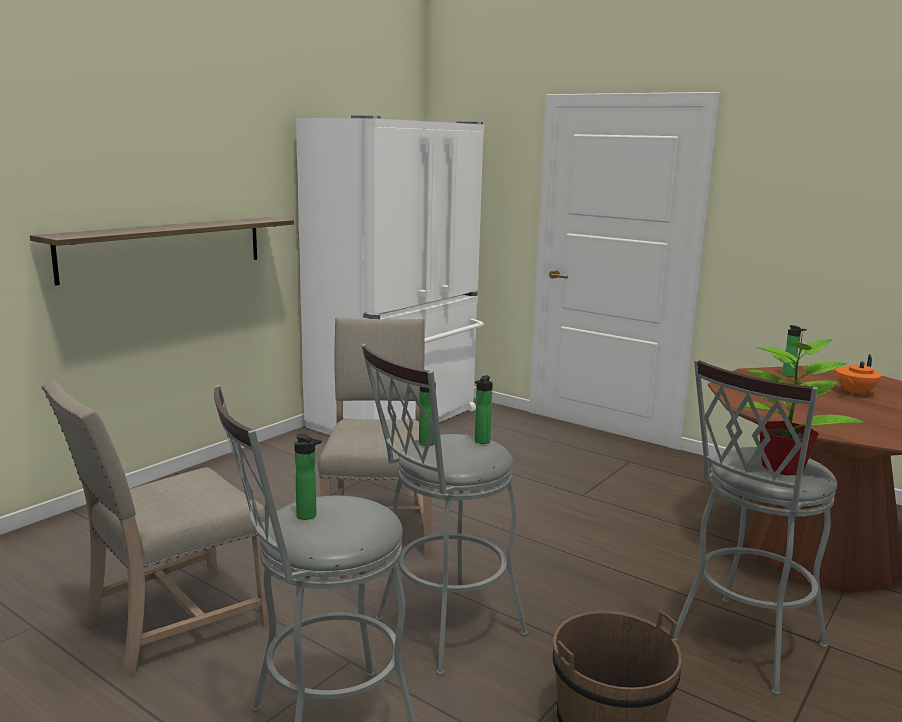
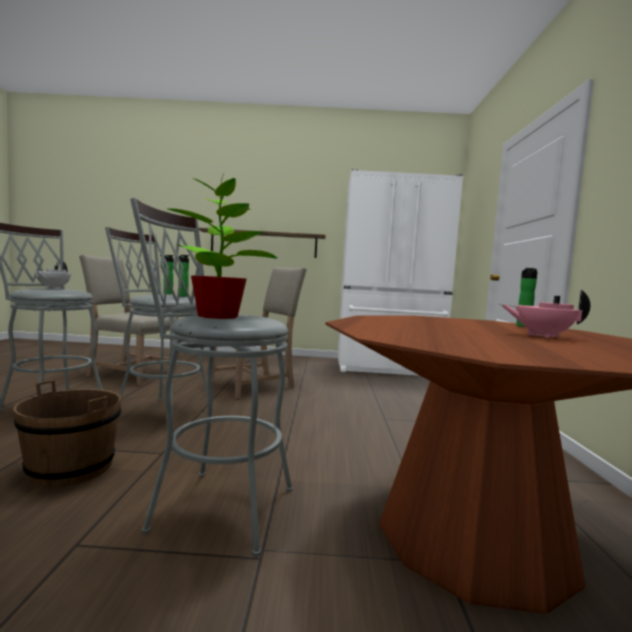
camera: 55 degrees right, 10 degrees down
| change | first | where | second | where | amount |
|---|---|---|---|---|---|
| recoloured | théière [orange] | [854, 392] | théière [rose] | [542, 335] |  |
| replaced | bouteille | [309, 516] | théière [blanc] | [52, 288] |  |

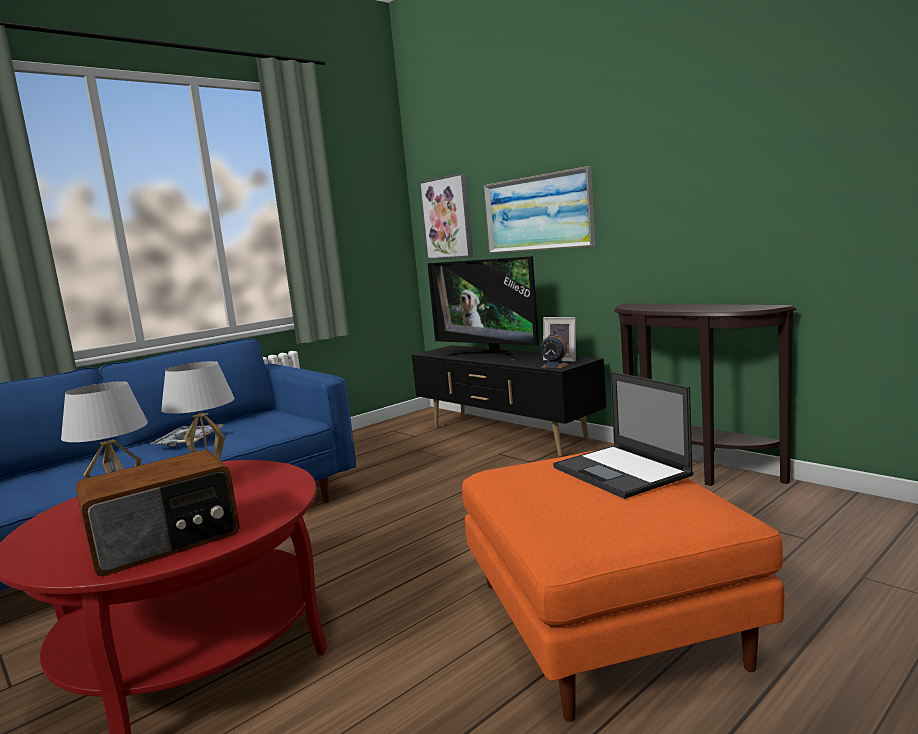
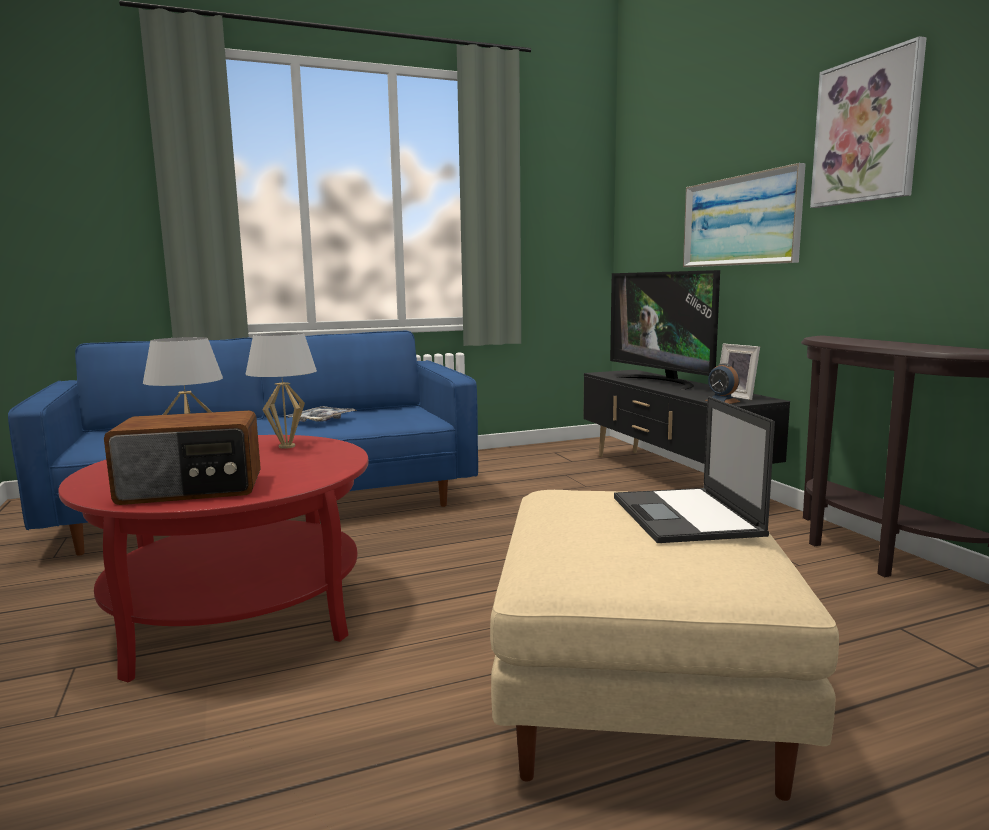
camera: 20 degrees right, 0 degrees up
| change | first | where | second | where | amount |
|---|---|---|---|---|---|
| moved | tableau | [447, 218] |  | [866, 130] |  |
| recoloured | pouf [orange] | [607, 624] | pouf [beige] | [640, 694] |  |

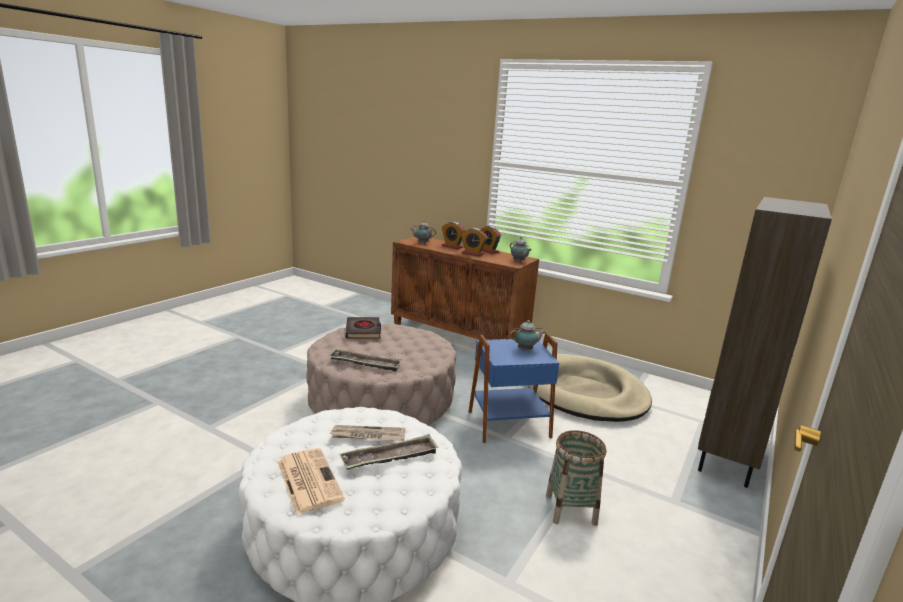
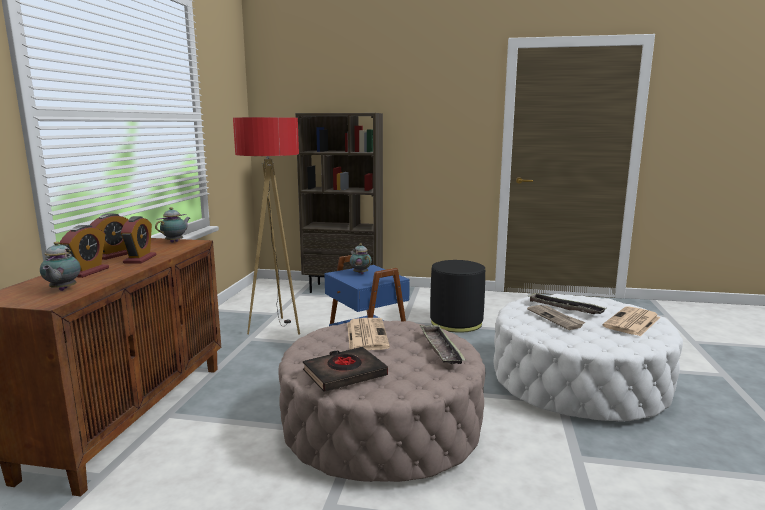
camera: 110 degrees left, 5 degrees down
| change | first | where | second | where | amount |
|---|---|---|---|---|---|
| replaced | panier pour chien [beige] | [585, 393] | lampadaire | [276, 328] |  |
| replaced | panier | [571, 509] | pouf [noir] | [456, 322] |  |
| added |  |  | journal | [366, 335] |  |

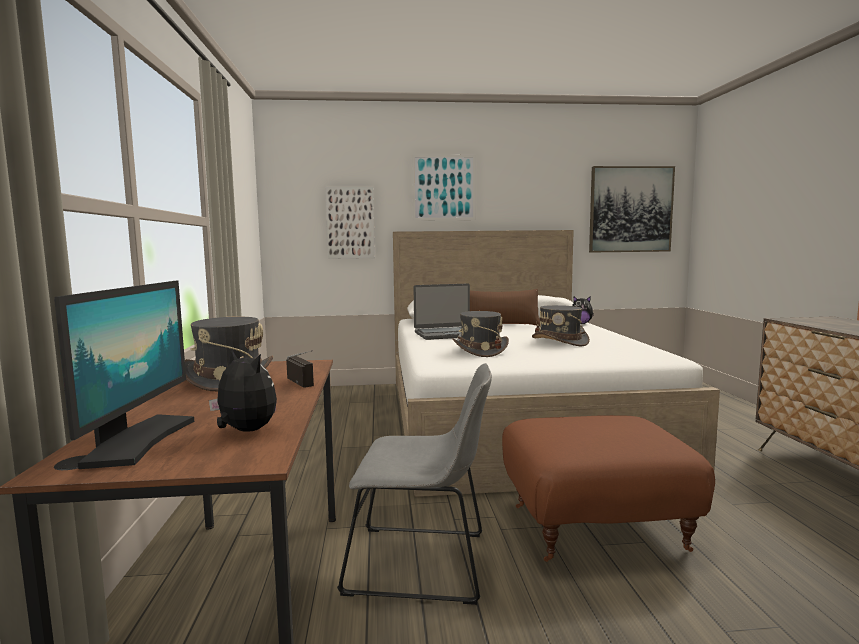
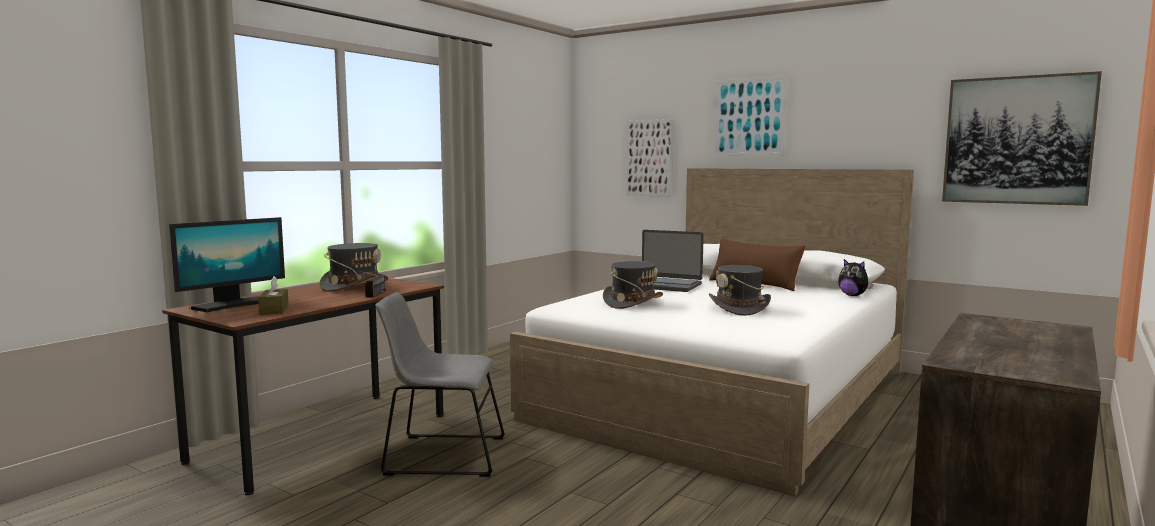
camera: 40 degrees right, 0 degrees up
| change | first | where | second | where | amount |
|---|---|---|---|---|---|
| replaced | peluche | [245, 431] | boîte à mouchoirs [marron] | [274, 310] |  |
| turned | chaise [gris] | [424, 563] |  | [440, 455] | 135 degrees clockwise |
| removed | pouf [marron] | [595, 526] |  |  |  |

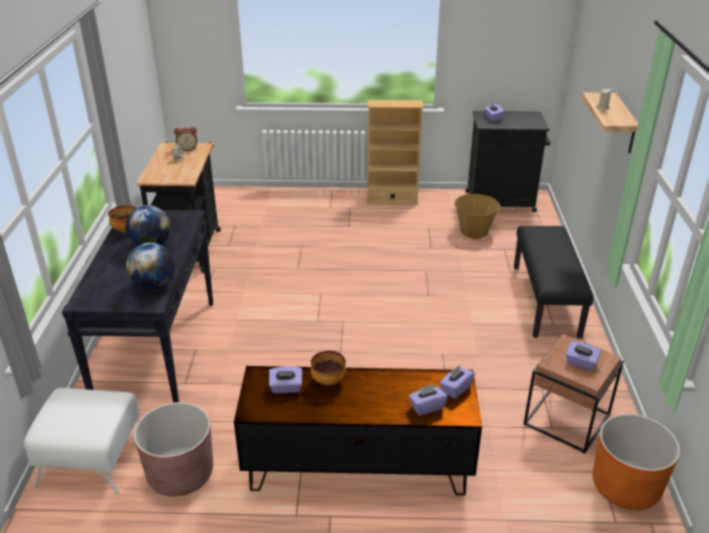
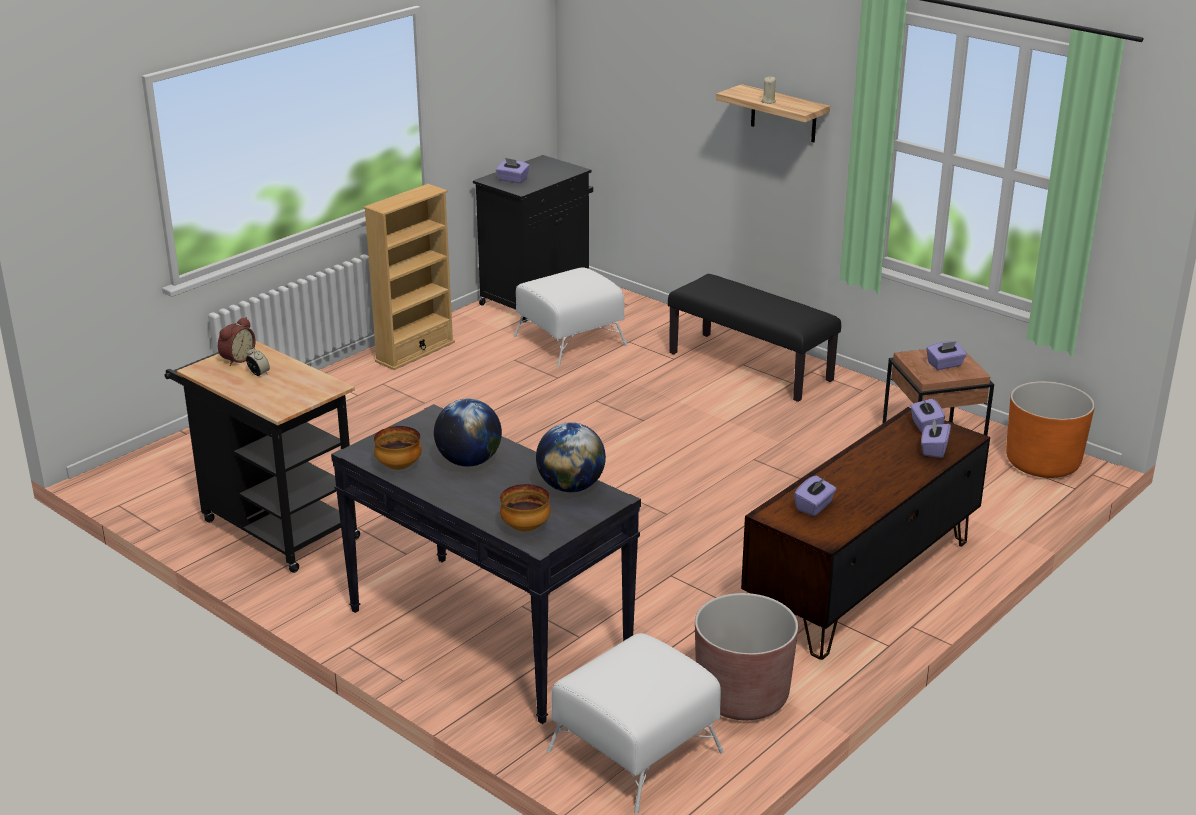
camera: 50 degrees left, 5 degrees down
| change | first | where | second | where | amount |
|---|---|---|---|---|---|
| replaced | panier | [474, 232] | pouf [blanc] | [569, 340] |  |
| moved | bol | [328, 381] |  | [525, 528] |  |

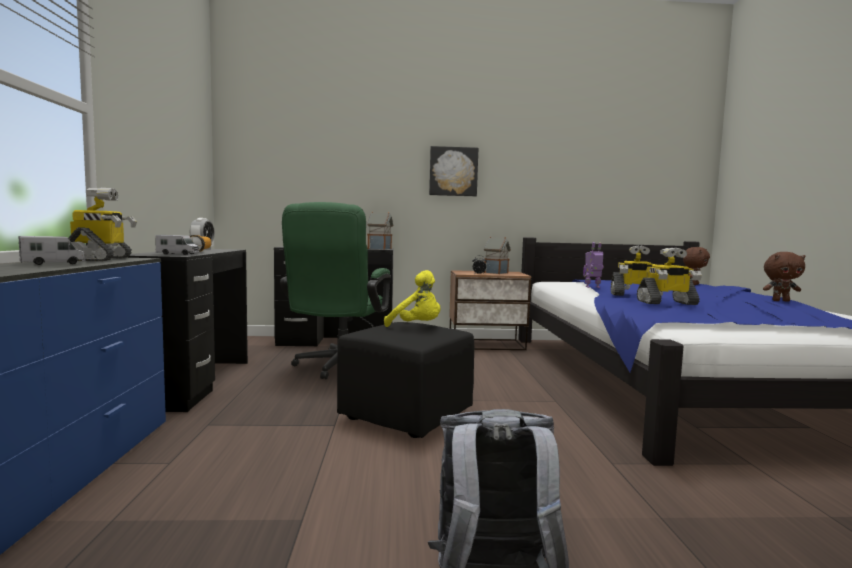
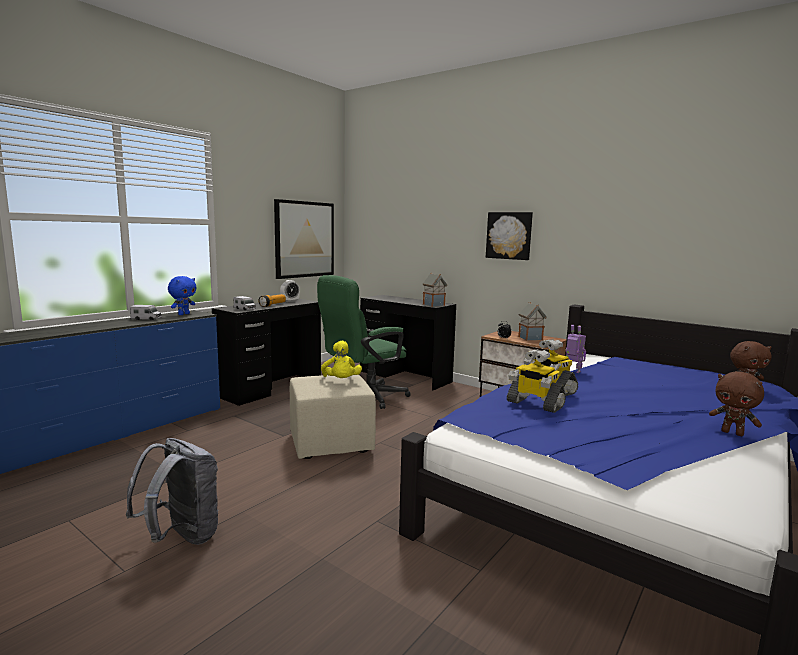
camera: 40 degrees right, 5 degrees up
| change | first | where | second | where | amount |
|---|---|---|---|---|---|
| replaced | robot jouet | [100, 259] | peluche [bleu] | [183, 314] |  |
| recoloured | pouf [noir] | [407, 415] | pouf [beige] | [331, 443] |  |
| added |  |  | tableau | [304, 239] |  |

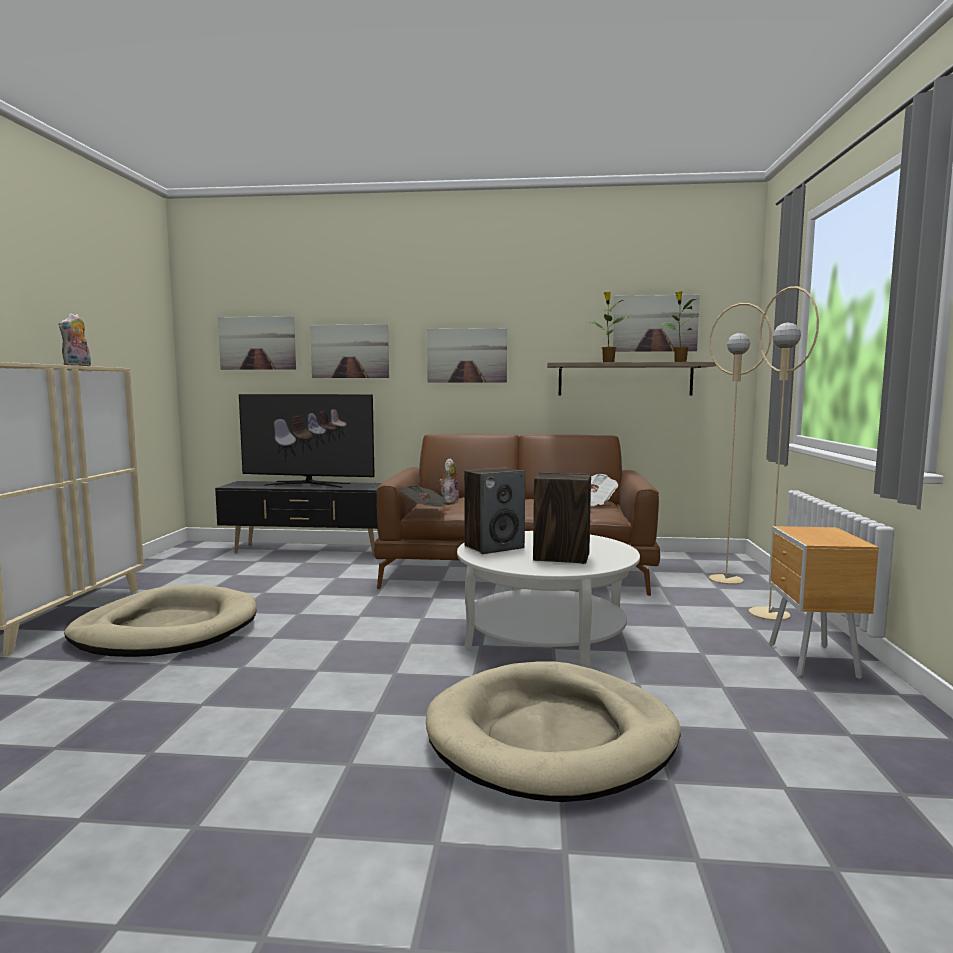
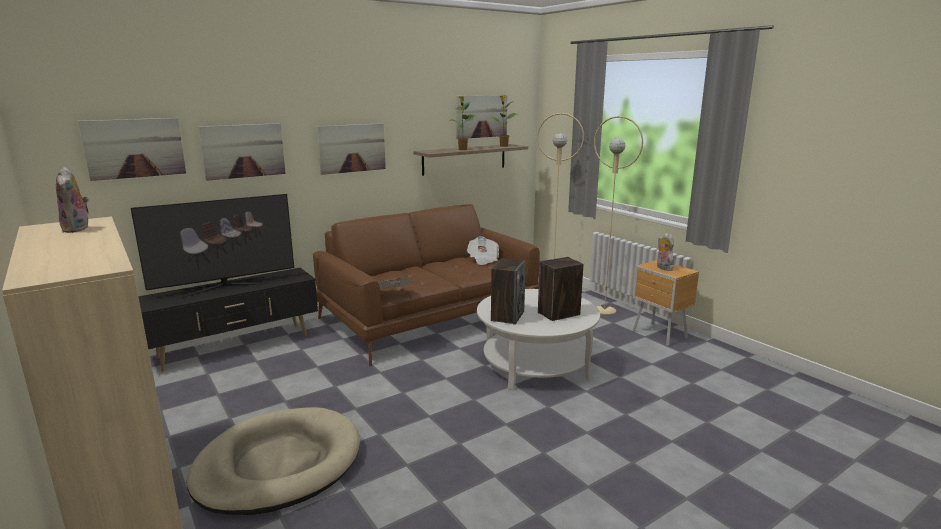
camera: 40 degrees left, 10 degrees up
| change | first | where | second | where | amount |
|---|---|---|---|---|---|
| moved | peluche | [449, 501] |  | [663, 268] |  |
| removed | panier pour chien [beige] | [552, 737] |  |  |  |

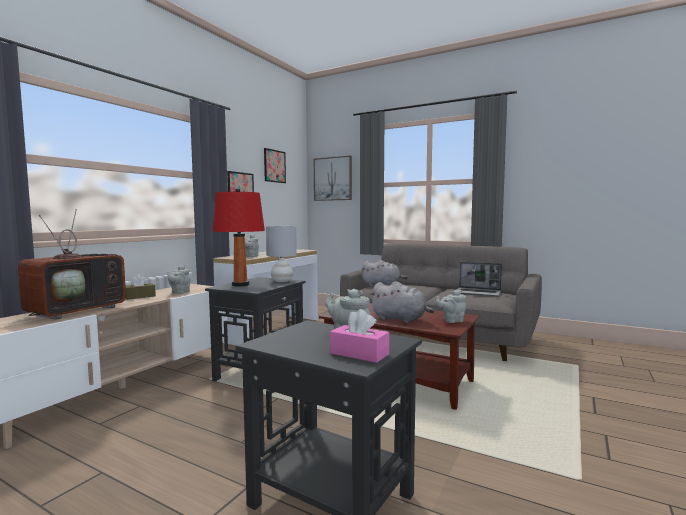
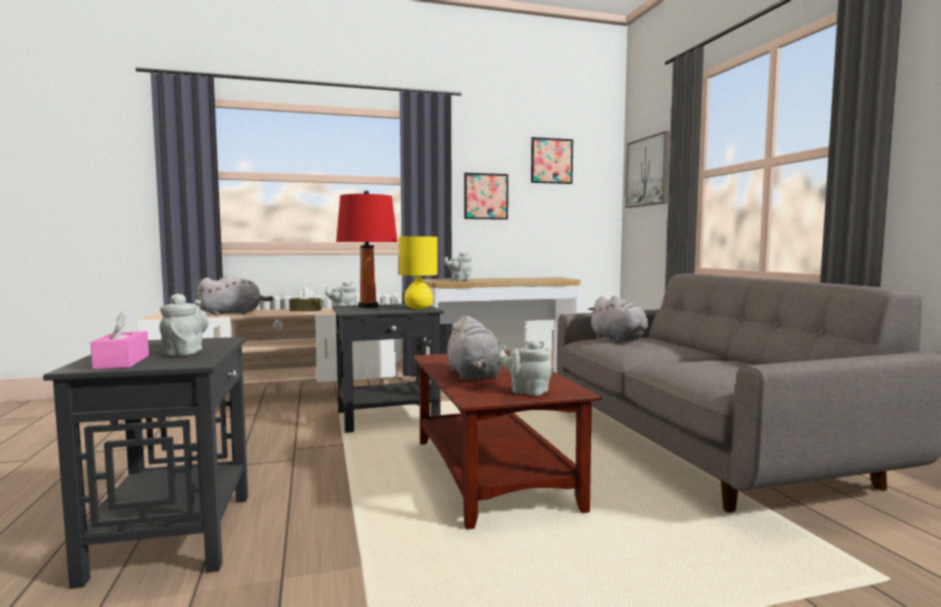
camera: 45 degrees right, 0 degrees up
| change | first | where | second | where | amount |
|---|---|---|---|---|---|
| replaced | téléviseur | [78, 310] | peluche [gris] | [234, 313] |  |
| recoloured | lampe de table [gris] | [281, 281] | lampe de table [jaune] | [418, 308] |  |
| removed | ordinateur portable | [478, 293] |  |  |  |

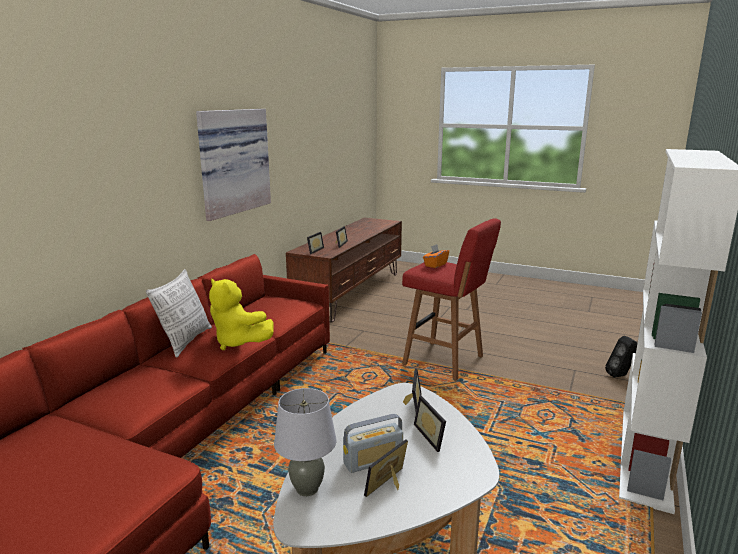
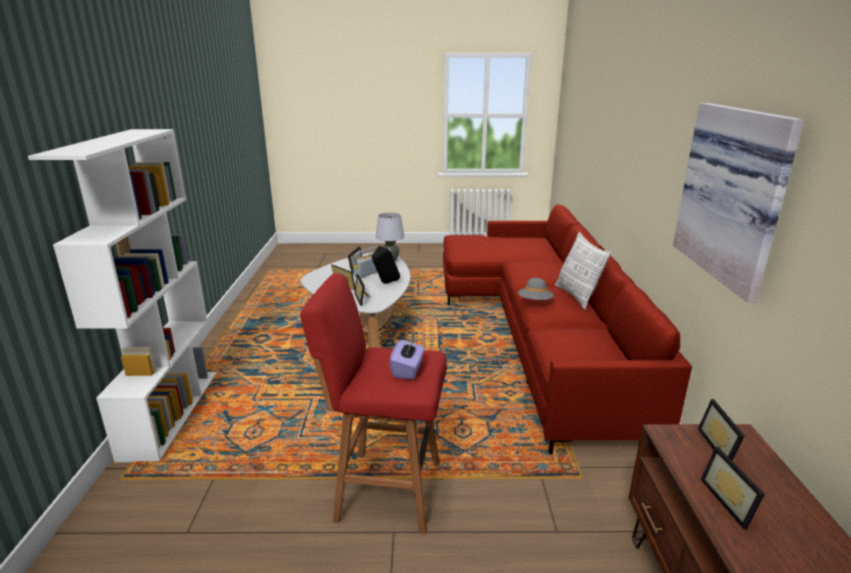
camera: 155 degrees right, 5 degrees up
| change | first | where | second | where | amount |
|---|---|---|---|---|---|
| recoloured | boîte à mouchoirs [orange] | [435, 265] | boîte à mouchoirs [violet] | [408, 370] |  |
| replaced | peluche [jaune] | [238, 342] | chapeau [gris] | [535, 302] |  |
| moved | enceinte [noir] | [621, 375] |  | [385, 283] |  |

